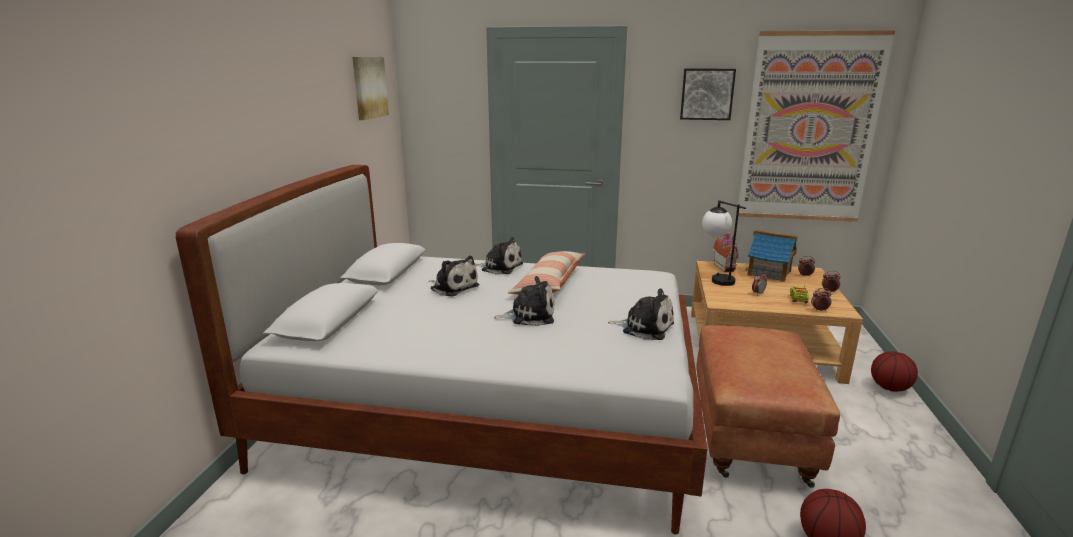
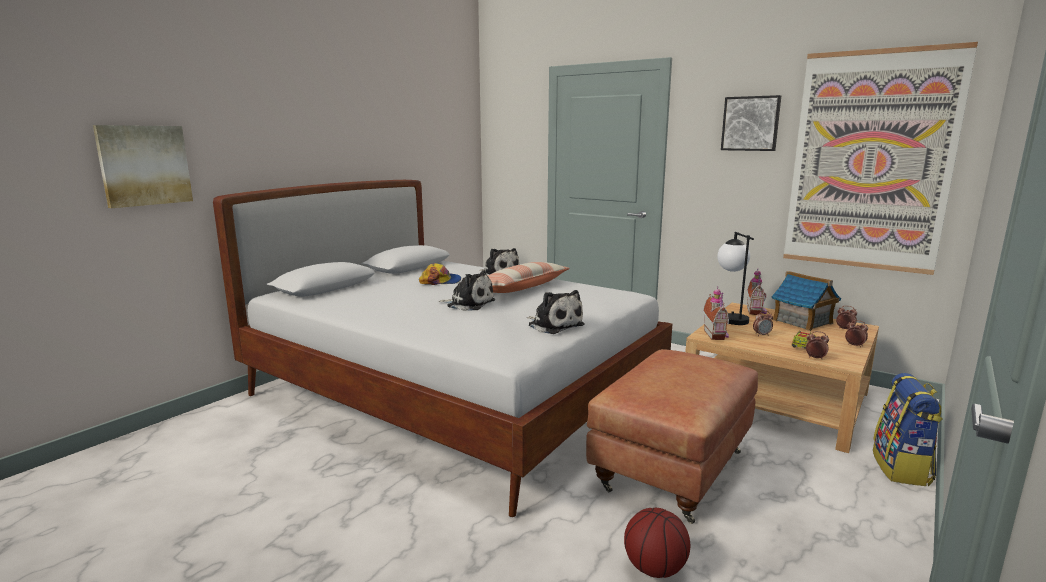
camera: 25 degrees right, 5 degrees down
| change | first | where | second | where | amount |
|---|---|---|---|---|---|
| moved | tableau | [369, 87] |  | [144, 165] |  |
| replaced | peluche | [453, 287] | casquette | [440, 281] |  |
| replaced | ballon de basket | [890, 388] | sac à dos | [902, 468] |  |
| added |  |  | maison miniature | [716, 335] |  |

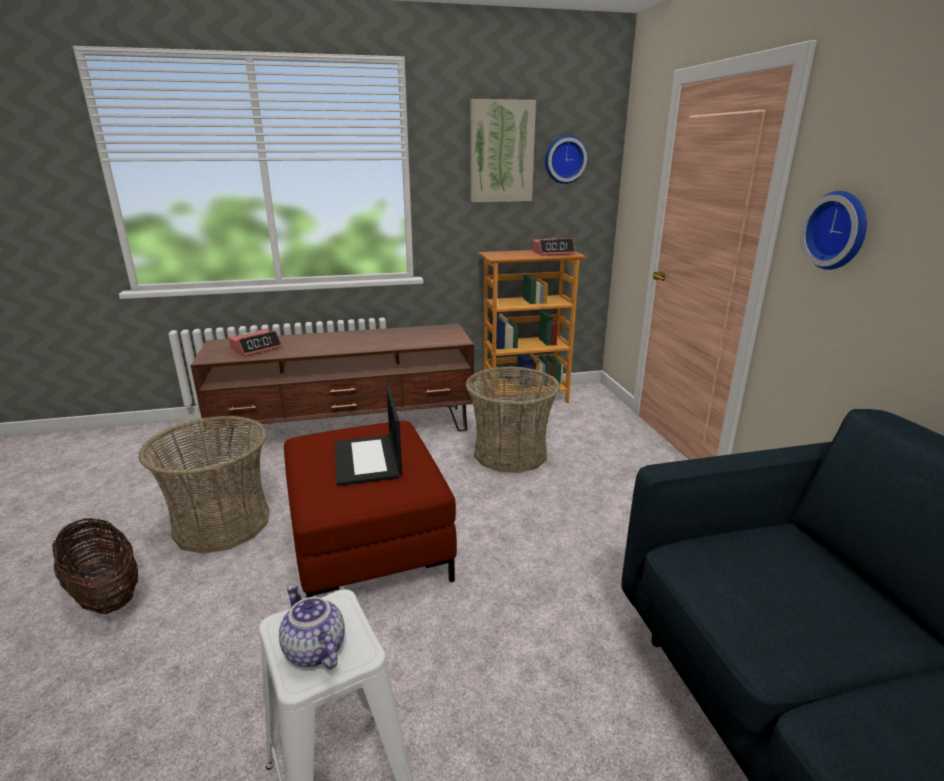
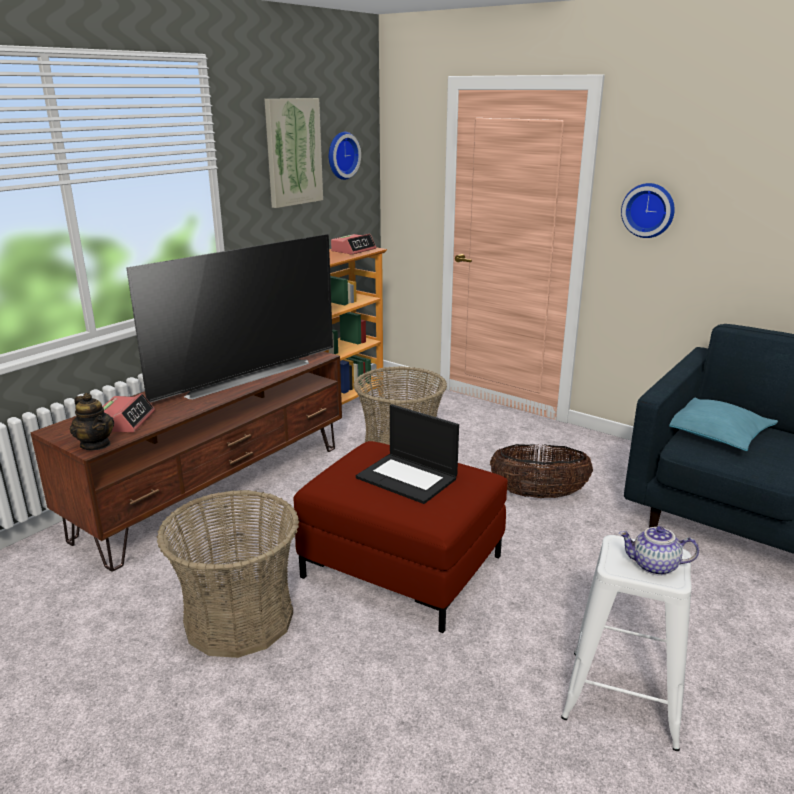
camera: 40 degrees left, 0 degrees up
| change | first | where | second | where | amount |
|---|---|---|---|---|---|
| moved | panier | [106, 594] |  | [538, 495] |  |
| added |  |  | téléviseur | [244, 375] |  |
| added |  |  | théière | [96, 444] |  |
| added |  |  | coussin [turquoise] | [714, 434] |  |

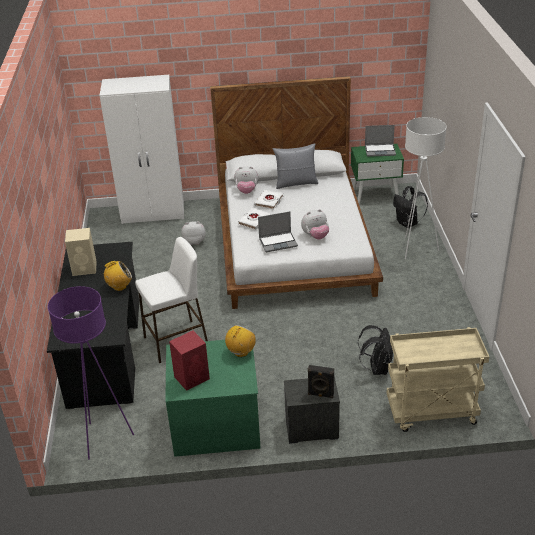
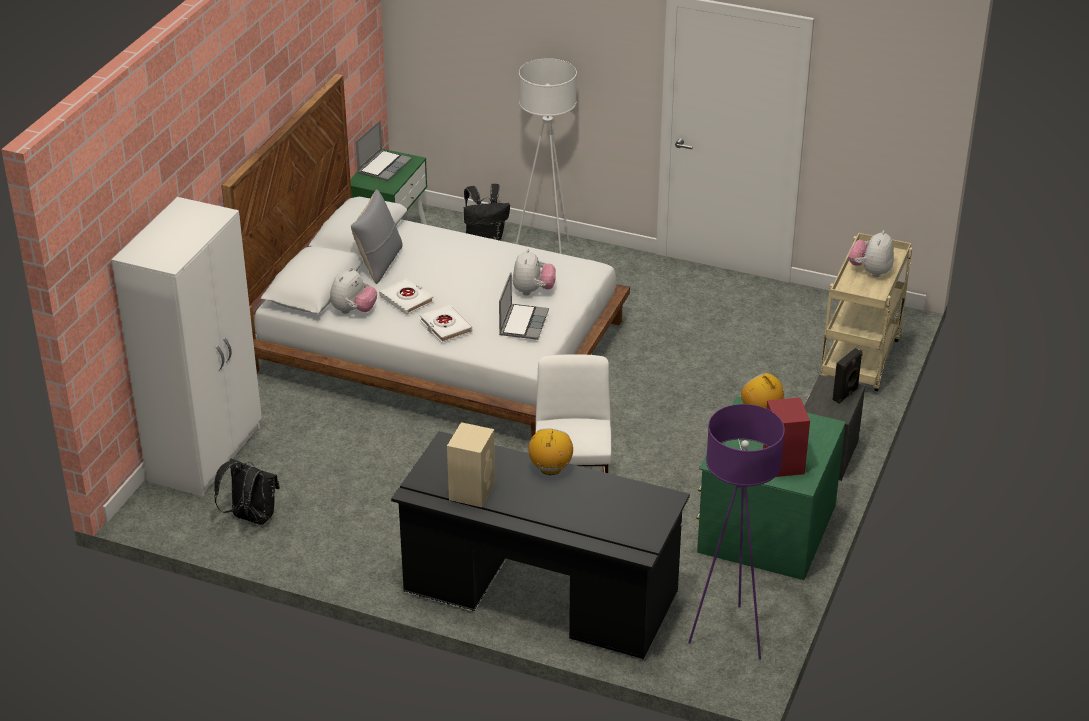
camera: 65 degrees left, 0 degrees up
| change | first | where | second | where | amount |
|---|---|---|---|---|---|
| moved | peluche | [194, 241] |  | [870, 271] |  |
| moved | sac à dos [noir] | [377, 368] |  | [251, 518] |  |

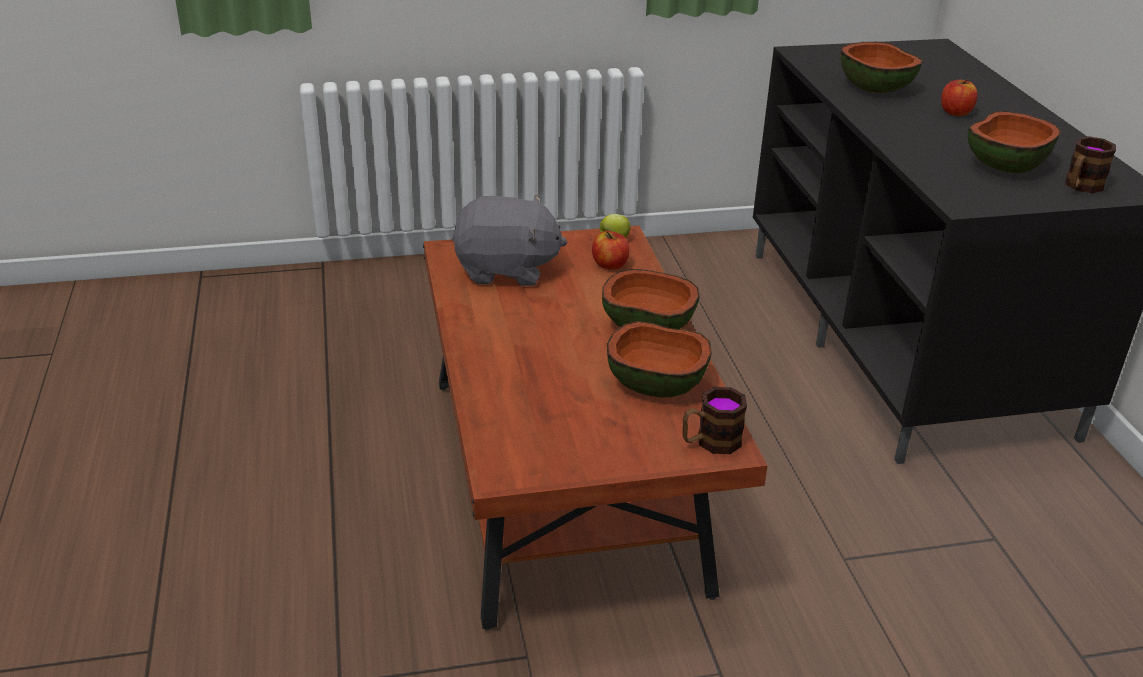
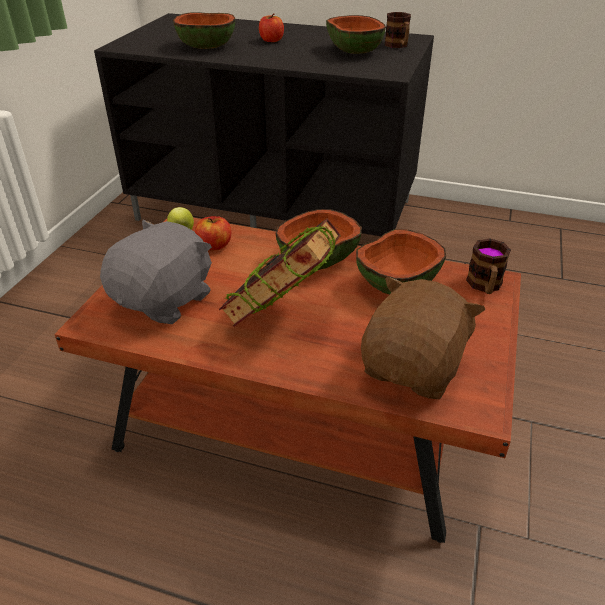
camera: 60 degrees left, 5 degrees up
| change | first | where | second | where | amount |
|---|---|---|---|---|---|
| added |  |  | livre | [282, 316] |  |
| added |  |  | peluche [marron] | [414, 367] |  |

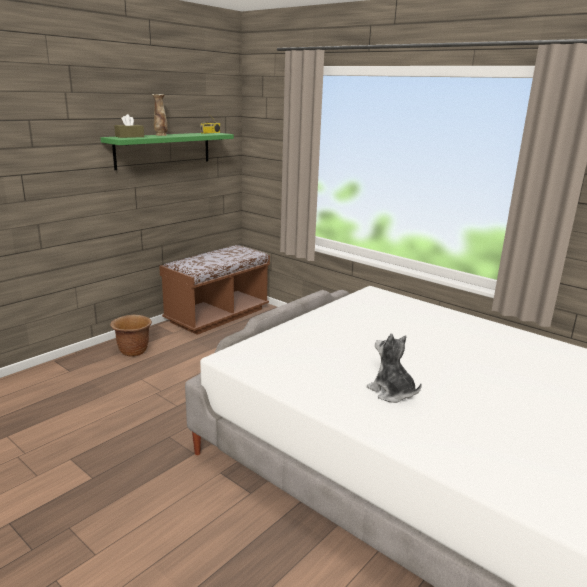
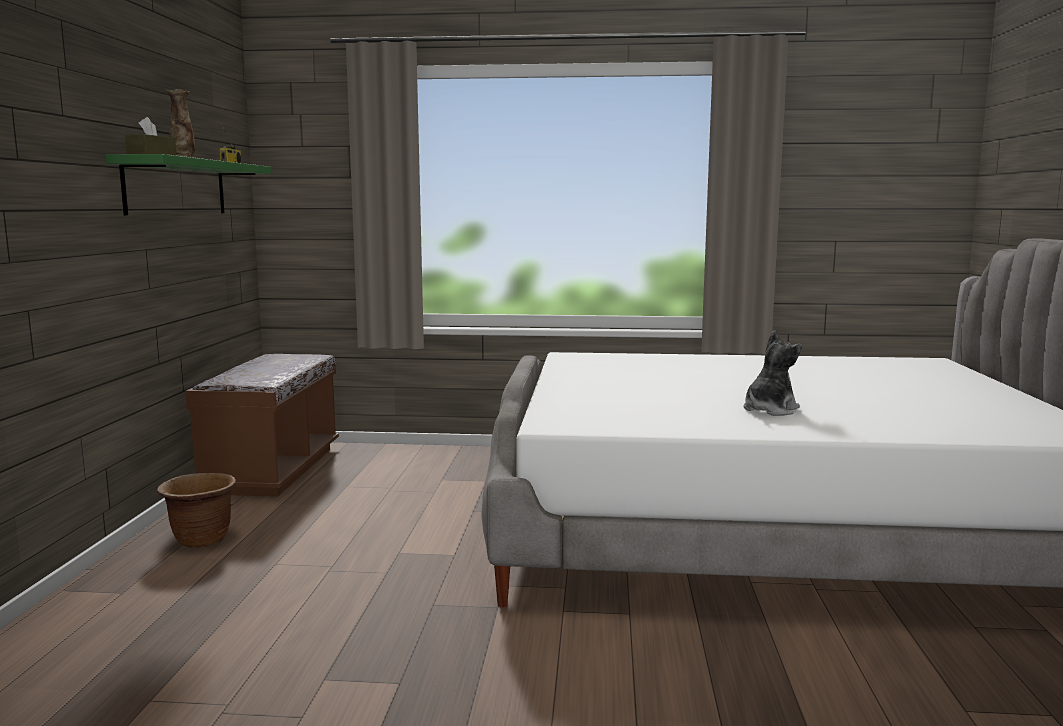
camera: 35 degrees left, 10 degrees down
| change | first | where | second | where | amount |
|---|---|---|---|---|---|
| turned | peluche | [391, 392] |  | [769, 410] | 120 degrees clockwise |

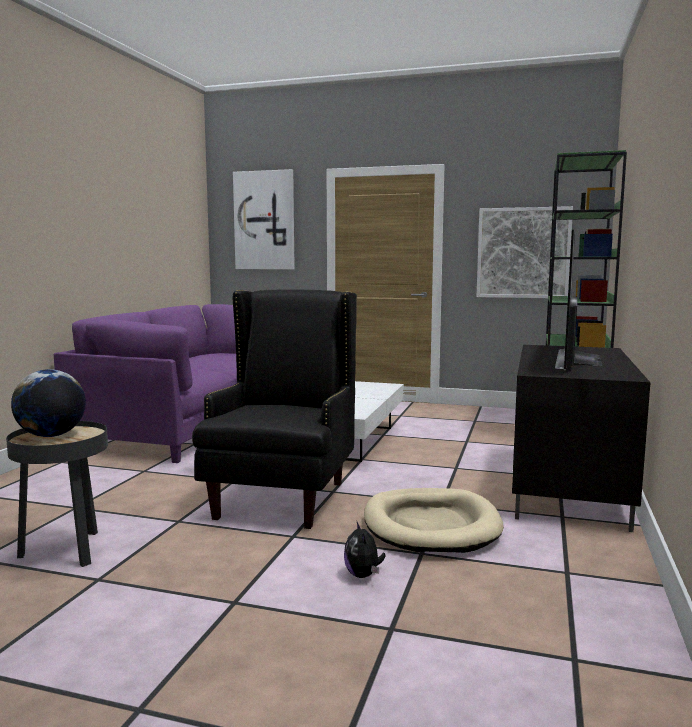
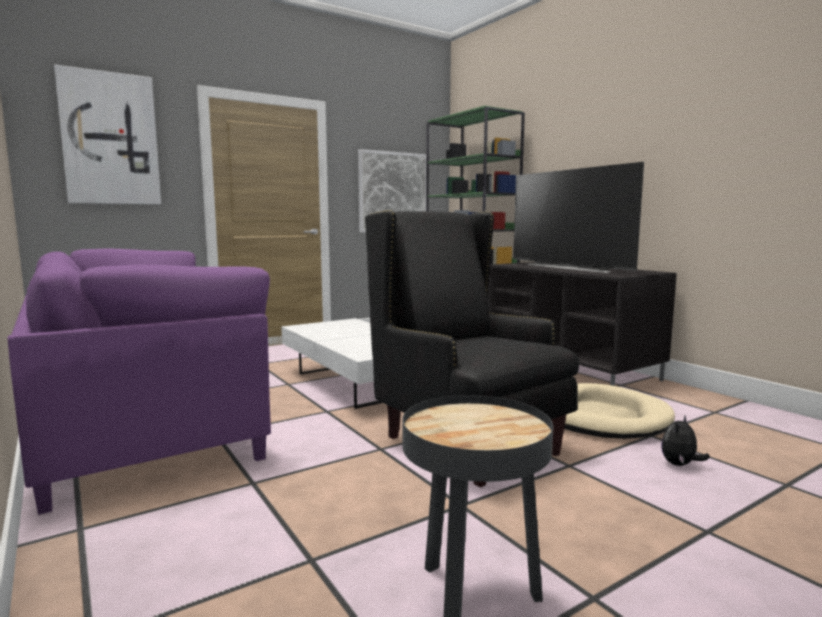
camera: 50 degrees left, 0 degrees up
| change | first | where | second | where | amount |
|---|---|---|---|---|---|
| removed | globe | [51, 435] |  |  |  |
| turned | peluche | [363, 575] |  | [680, 465] | 105 degrees clockwise |

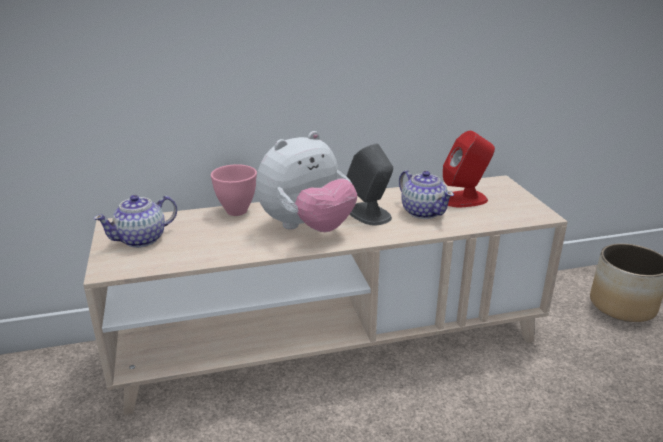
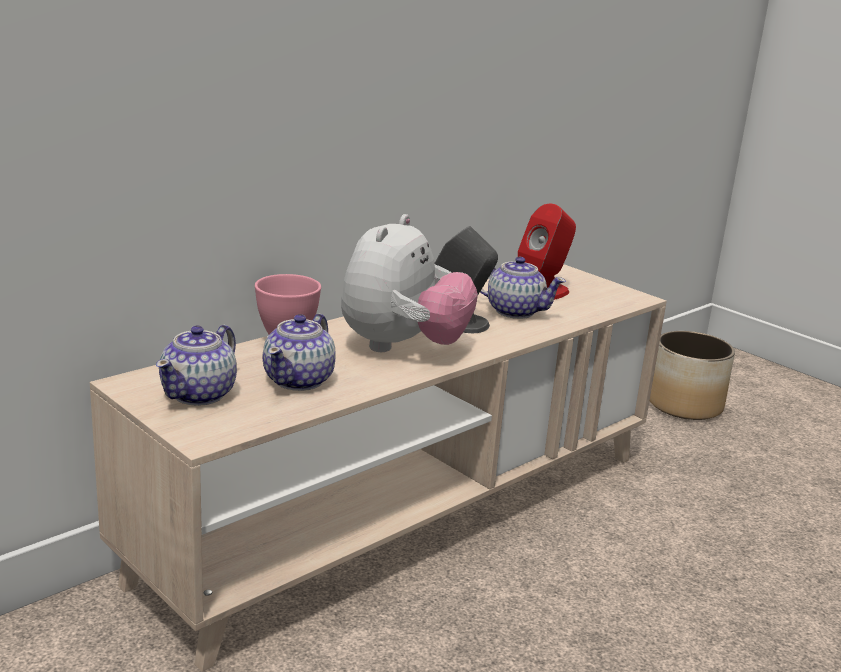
camera: 30 degrees left, 5 degrees down
| change | first | where | second | where | amount |
|---|---|---|---|---|---|
| added |  |  | théière | [300, 380] |  |

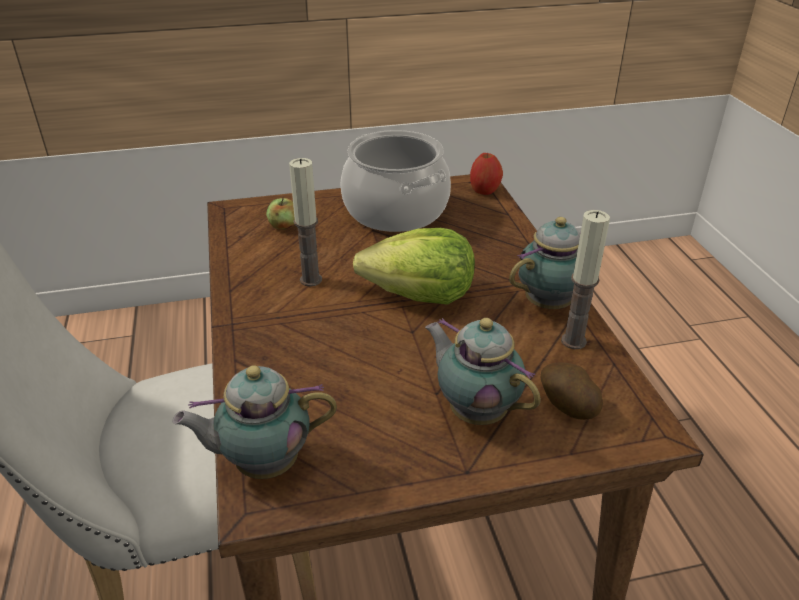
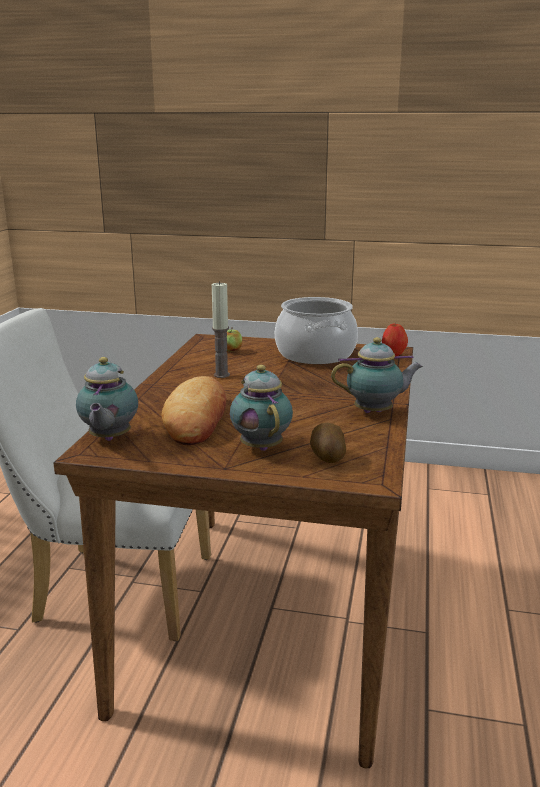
camera: 25 degrees right, 15 degrees down
| change | first | where | second | where | amount |
|---|---|---|---|---|---|
| removed | bougie | [573, 341] |  |  |  |
| removed | laitue | [420, 294] |  |  |  |
| turned | théière | [262, 464] |  | [109, 439] | 105 degrees counterclockwise |
| added |  |  | pain | [197, 418] |  |

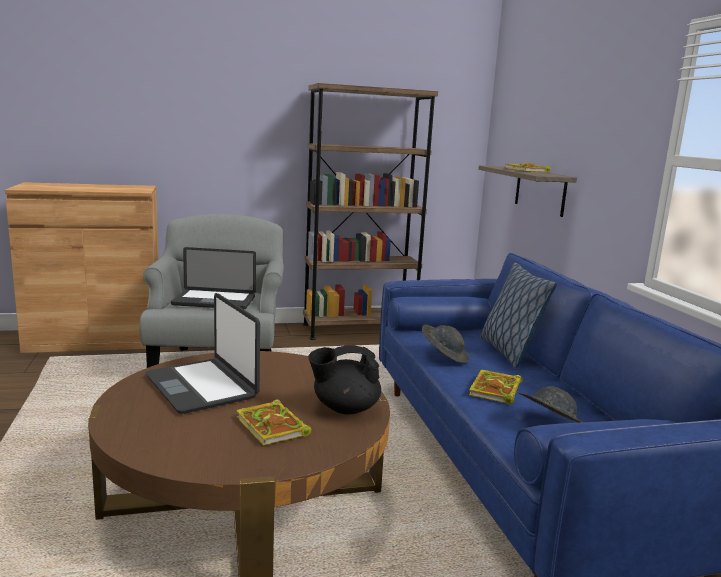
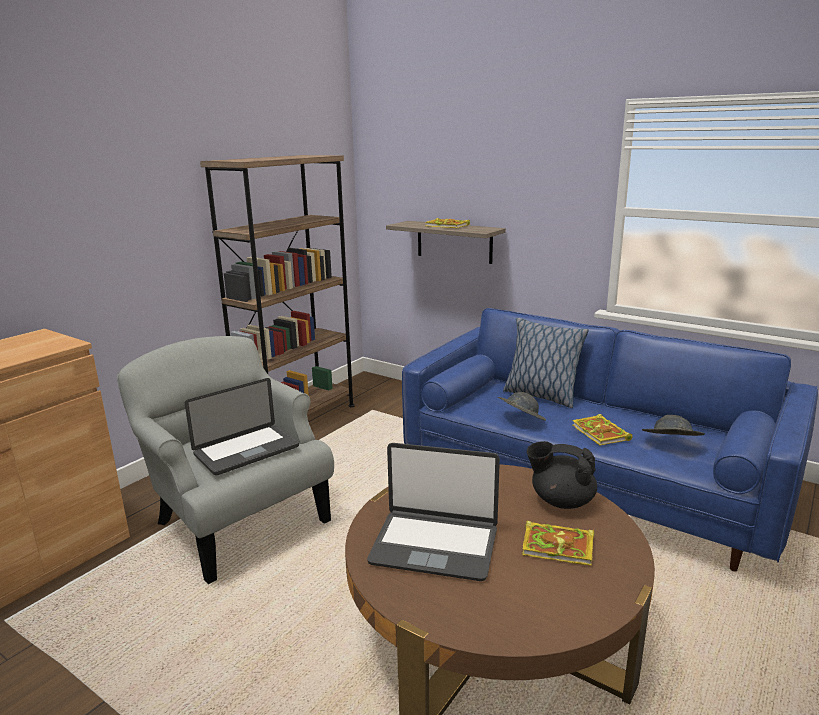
camera: 40 degrees left, 5 degrees up
| change | first | where | second | where | amount |
|---|---|---|---|---|---|
| turned | théière [noir] | [344, 408] |  | [561, 501] | 75 degrees clockwise |

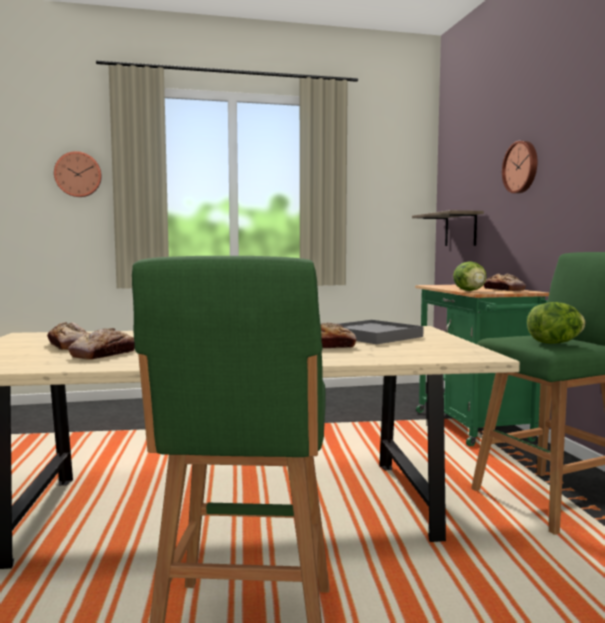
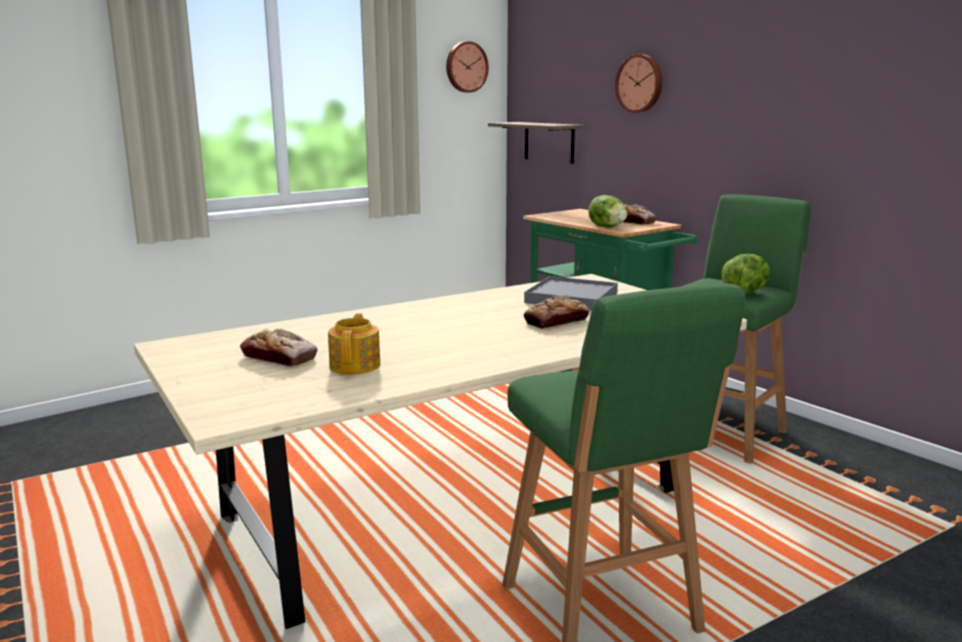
camera: 25 degrees left, 10 degrees up
| change | first | where | second | where | amount |
|---|---|---|---|---|---|
| moved | horloge murale | [78, 174] |  | [465, 67] |  |
| replaced | pain | [104, 354] | théière | [356, 365] |  |

